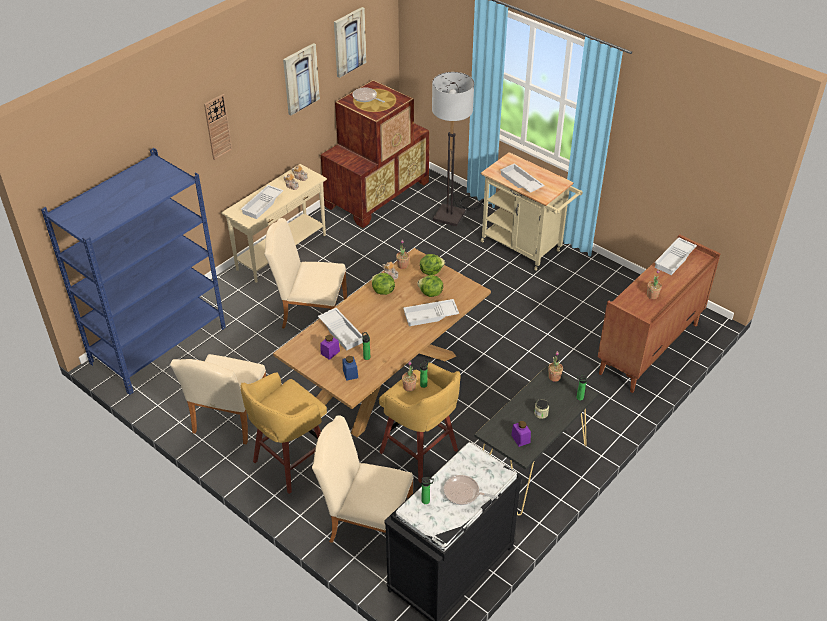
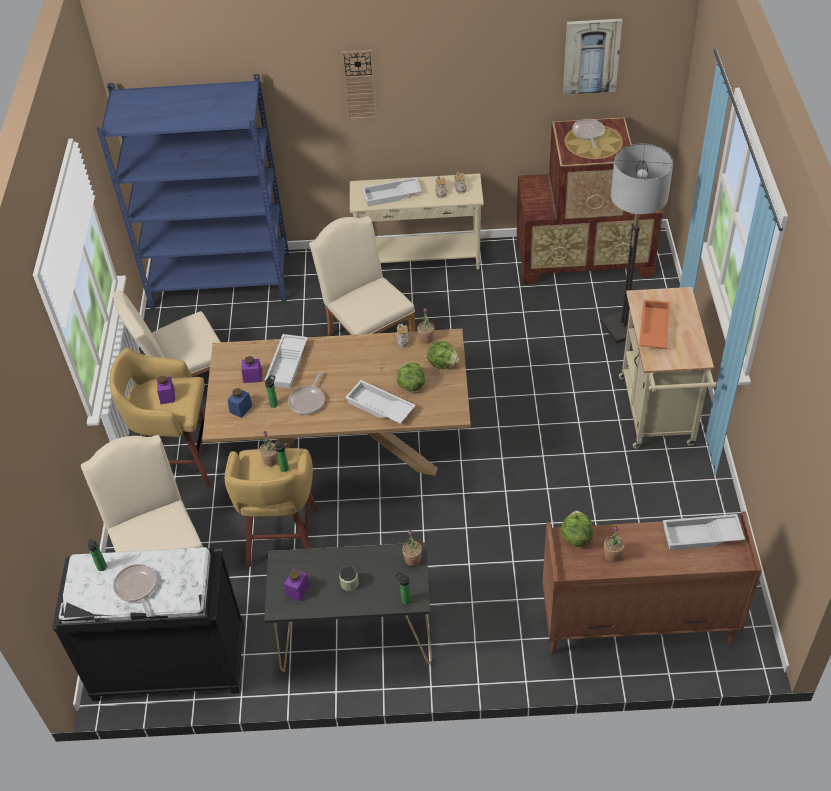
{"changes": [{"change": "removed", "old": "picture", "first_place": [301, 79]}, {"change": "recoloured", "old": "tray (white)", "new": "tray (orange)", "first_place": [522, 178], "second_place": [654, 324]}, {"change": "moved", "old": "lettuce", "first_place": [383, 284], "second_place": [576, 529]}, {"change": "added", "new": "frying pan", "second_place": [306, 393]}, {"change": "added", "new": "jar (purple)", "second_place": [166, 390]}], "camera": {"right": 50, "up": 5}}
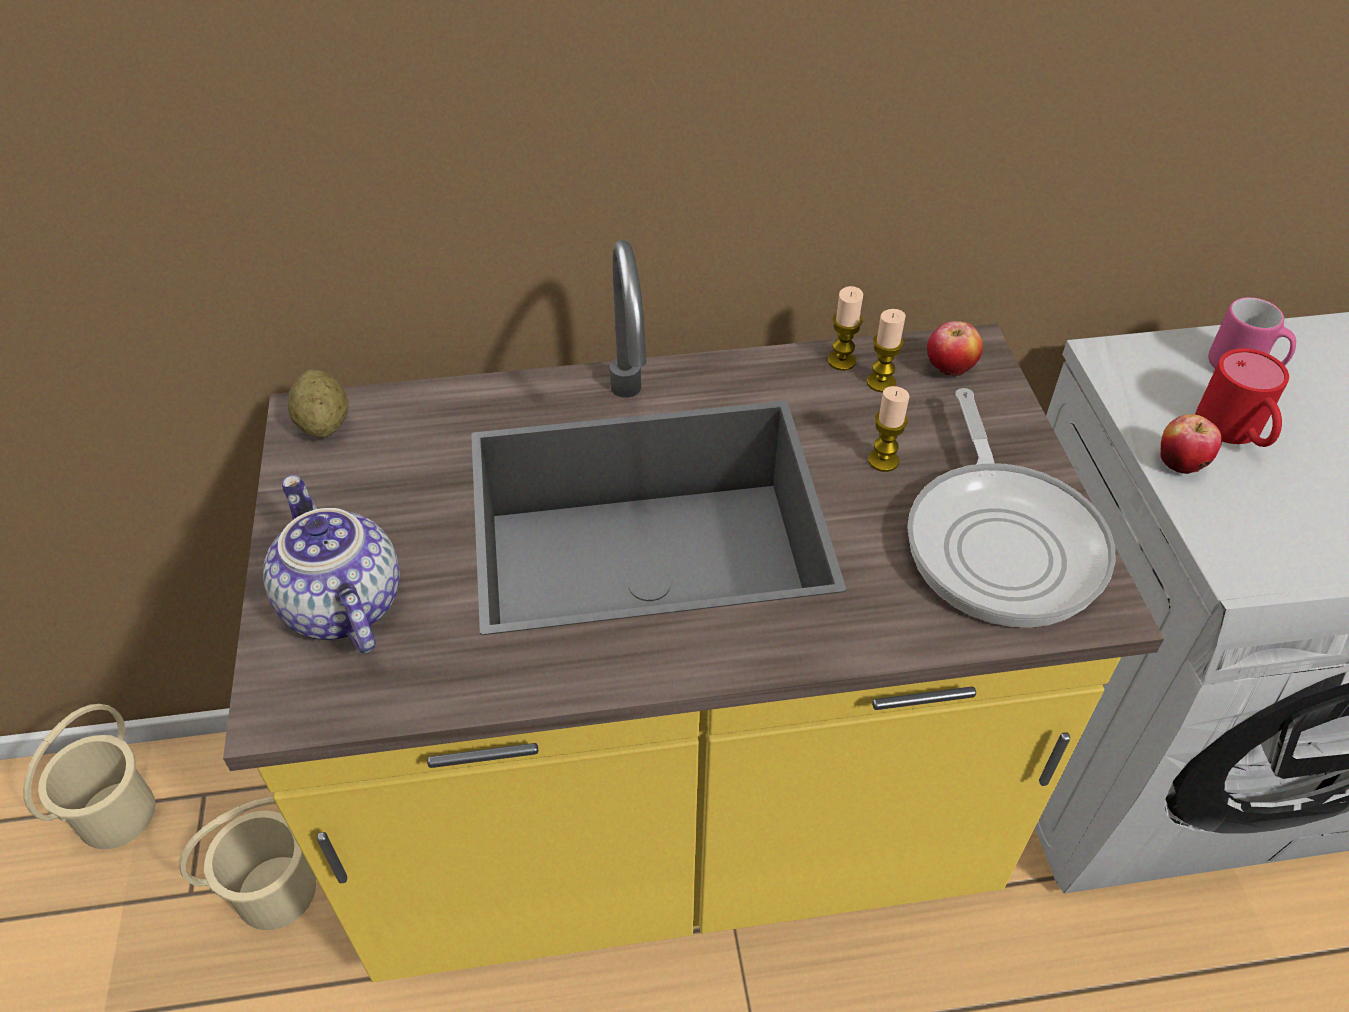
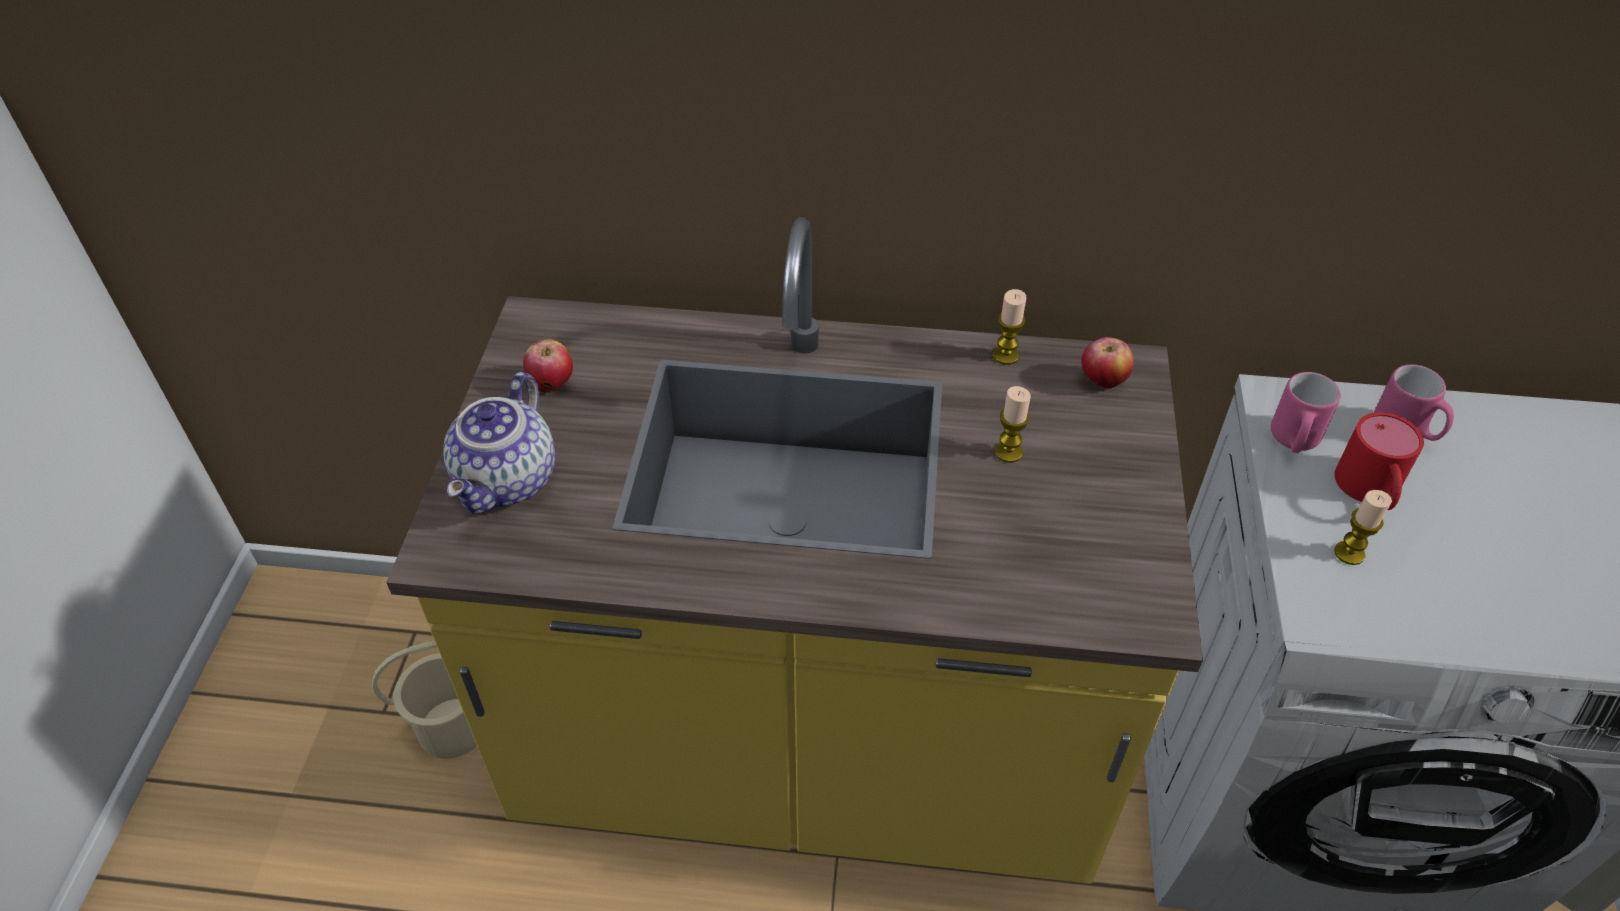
{"changes": [{"change": "moved", "old": "candle", "first_place": [886, 350], "second_place": [1363, 527]}, {"change": "removed", "old": "potato", "first_place": [318, 404]}, {"change": "removed", "old": "frying pan", "first_place": [1011, 507]}, {"change": "moved", "old": "apple", "first_place": [1191, 444], "second_place": [548, 366]}, {"change": "turned", "old": "teapot", "first_place": [331, 564], "second_place": [499, 443], "degrees": -150}, {"change": "removed", "old": "bucket (beige)", "first_place": [89, 776]}, {"change": "added", "new": "mug (pink)", "second_place": [1306, 412]}], "camera": {"right": 15, "up": 0}}
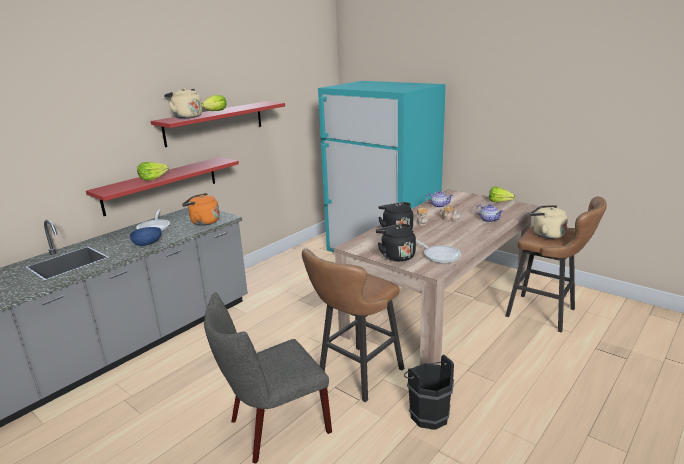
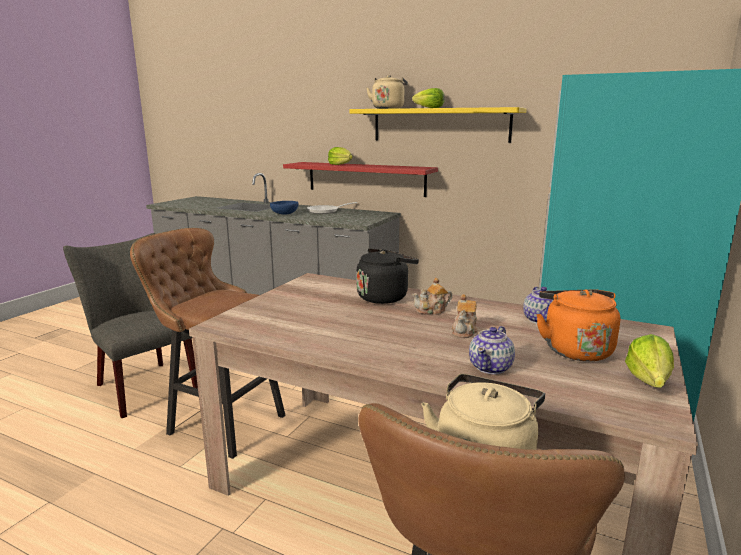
{"changes": [{"change": "recoloured", "old": "shelf (red)", "new": "shelf (yellow)", "first_place": [218, 124], "second_place": [438, 125]}, {"change": "moved", "old": "kettle (orange)", "first_place": [201, 209], "second_place": [578, 325]}, {"change": "removed", "old": "kettle (black)", "first_place": [396, 242]}, {"change": "removed", "old": "frying pan", "first_place": [438, 251]}, {"change": "removed", "old": "bucket (black)", "first_place": [429, 392]}], "camera": {"right": 75, "up": -5}}
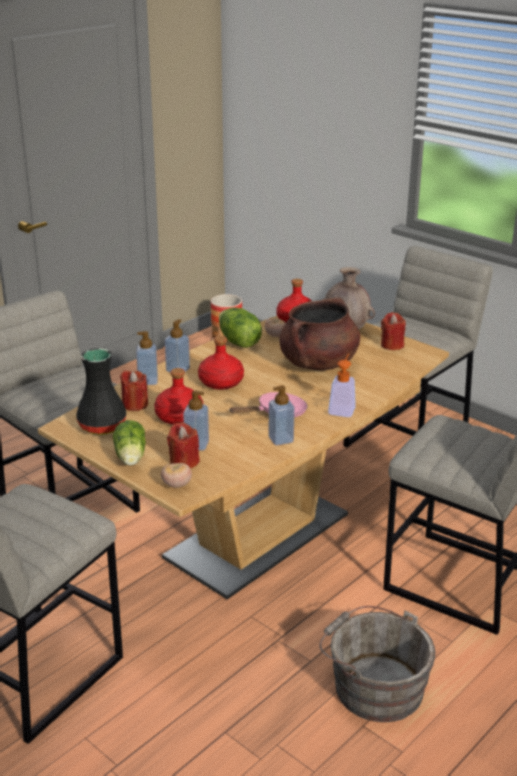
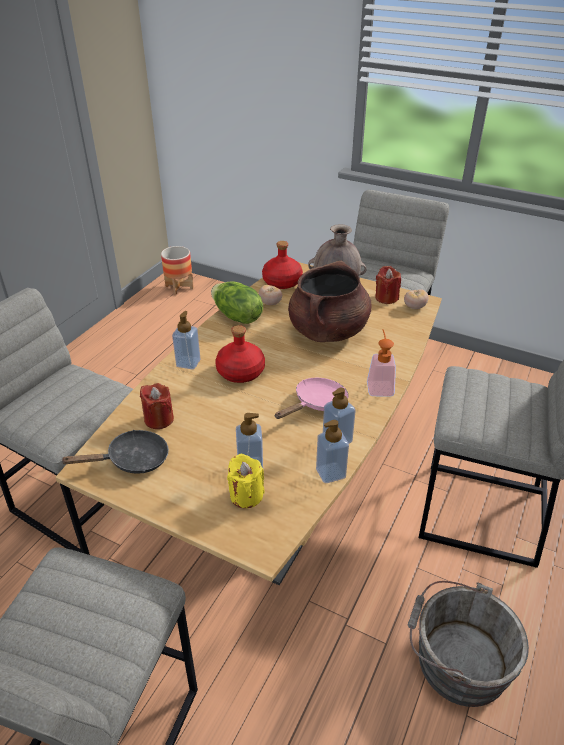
{"changes": [{"change": "moved", "old": "soap dispenser", "first_place": [147, 358], "second_place": [332, 451]}, {"change": "replaced", "old": "vase (black)", "new": "frying pan (black)", "first_place": [101, 391], "second_place": [114, 452]}, {"change": "removed", "old": "bottle (red)", "first_place": [178, 396]}, {"change": "removed", "old": "lettuce", "first_place": [129, 443]}, {"change": "recoloured", "old": "candle (red)", "new": "candle (yellow)", "first_place": [183, 445], "second_place": [245, 481]}, {"change": "moved", "old": "tomato", "first_place": [176, 475], "second_place": [416, 299]}], "camera": {"right": -15, "up": 10}}
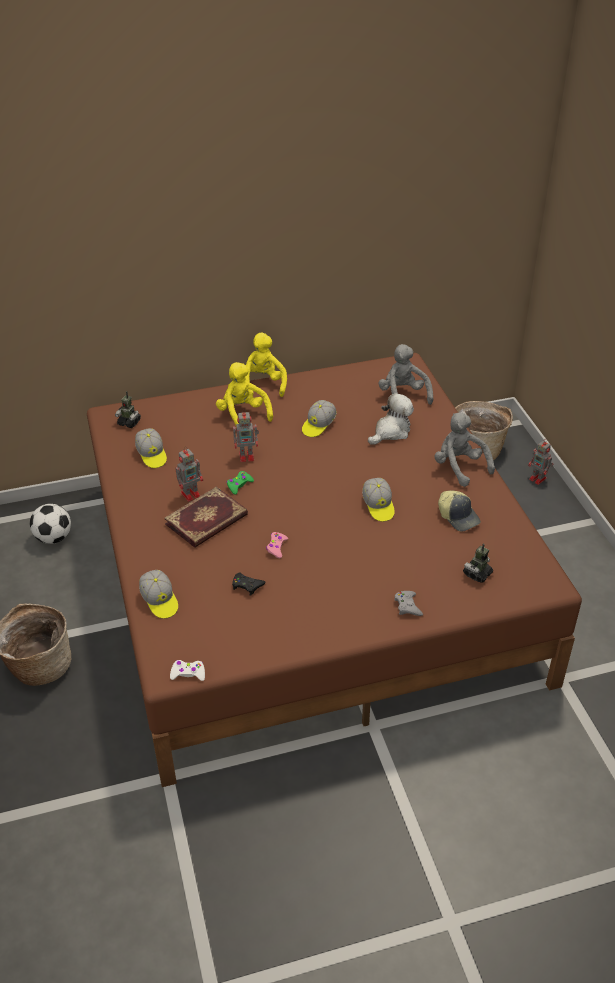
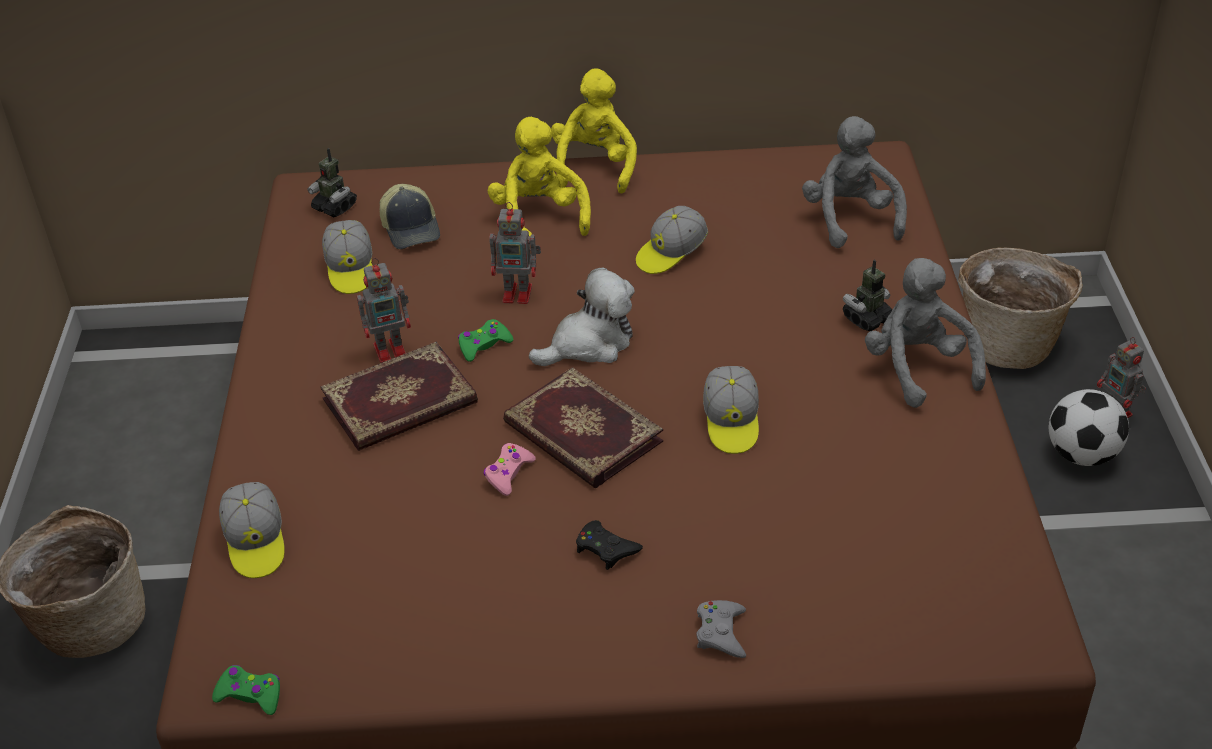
{"changes": [{"change": "moved", "old": "plush toy", "first_place": [391, 419], "second_place": [582, 317]}, {"change": "moved", "old": "cap", "first_place": [459, 511], "second_place": [410, 216]}, {"change": "moved", "old": "football", "first_place": [50, 524], "second_place": [1089, 427]}, {"change": "moved", "old": "toy robot", "first_place": [478, 563], "second_place": [867, 295]}, {"change": "moved", "old": "game controller (black)", "first_place": [249, 584], "second_place": [609, 545]}, {"change": "recoloured", "old": "game controller (white)", "new": "game controller (green)", "first_place": [187, 670], "second_place": [246, 690]}, {"change": "added", "new": "book", "second_place": [583, 427]}], "camera": {"right": 15, "up": 0}}
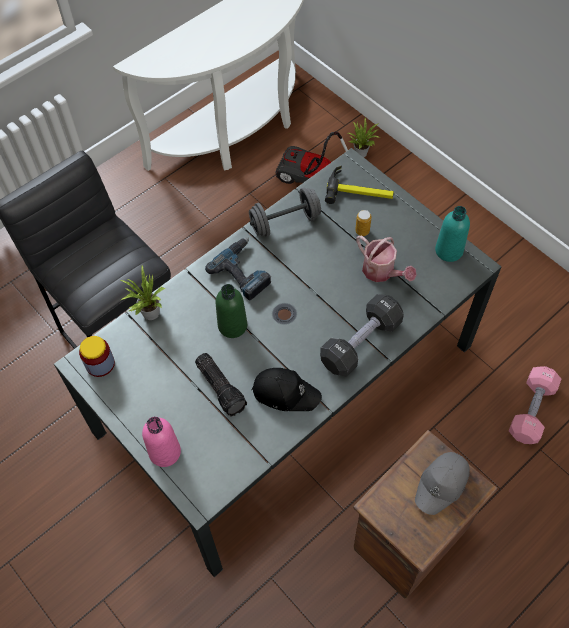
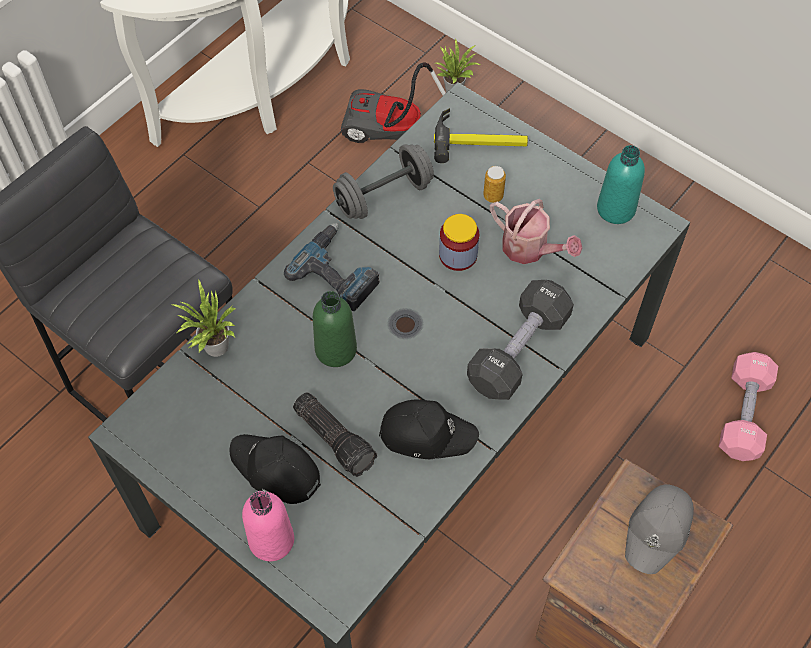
{"changes": [{"change": "moved", "old": "jar", "first_place": [97, 356], "second_place": [459, 242]}, {"change": "added", "new": "cap (black)", "second_place": [275, 469]}], "camera": {"right": -10, "up": 0}}
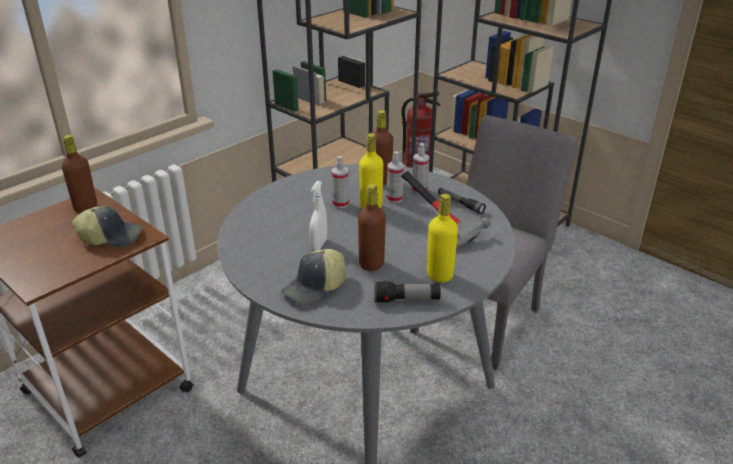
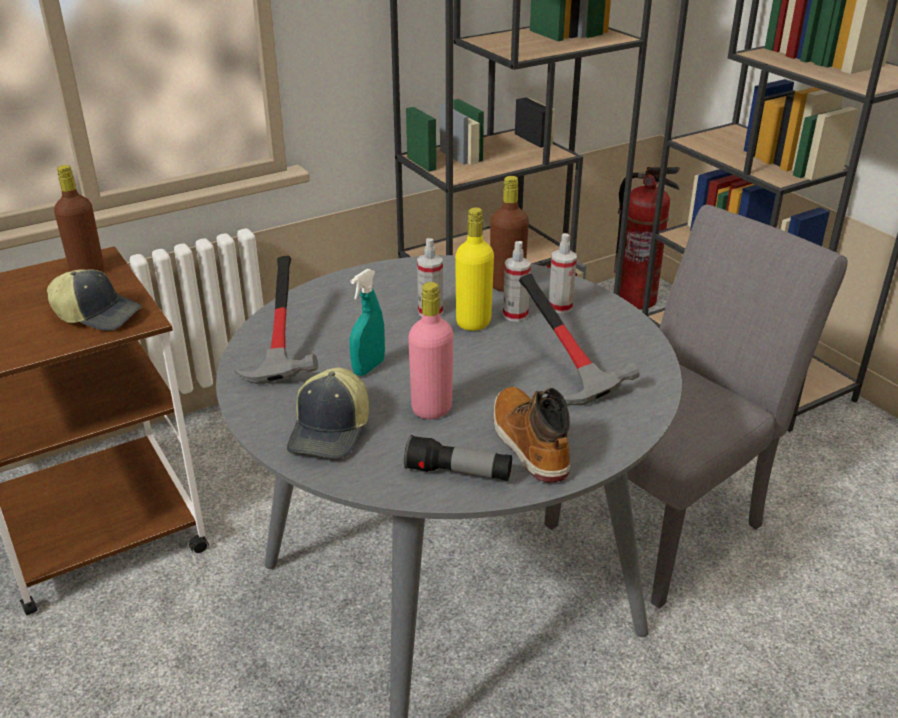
{"changes": [{"change": "recoloured", "old": "spray bottle (white)", "new": "spray bottle (turquoise)", "first_place": [318, 215], "second_place": [367, 322]}, {"change": "recoloured", "old": "bottle (brown)", "new": "bottle (pink)", "first_place": [372, 227], "second_place": [430, 350]}, {"change": "removed", "old": "flashlight", "first_place": [462, 201]}, {"change": "replaced", "old": "bottle (yellow)", "new": "boot", "first_place": [442, 238], "second_place": [531, 435]}, {"change": "turned", "old": "cap", "first_place": [313, 277], "second_place": [328, 413], "degrees": -45}, {"change": "added", "new": "hammer", "second_place": [276, 319]}], "camera": {"right": 15, "up": 0}}
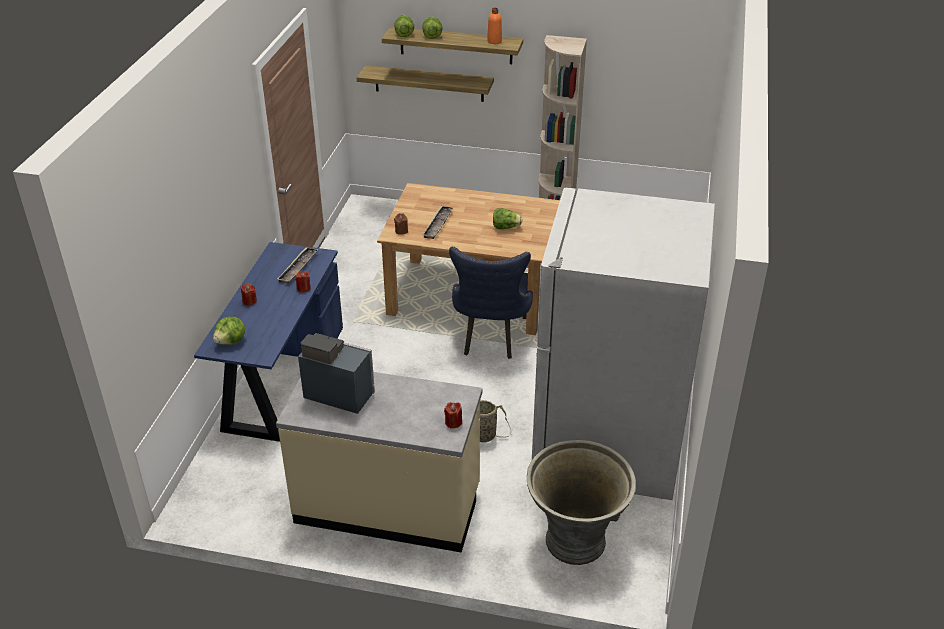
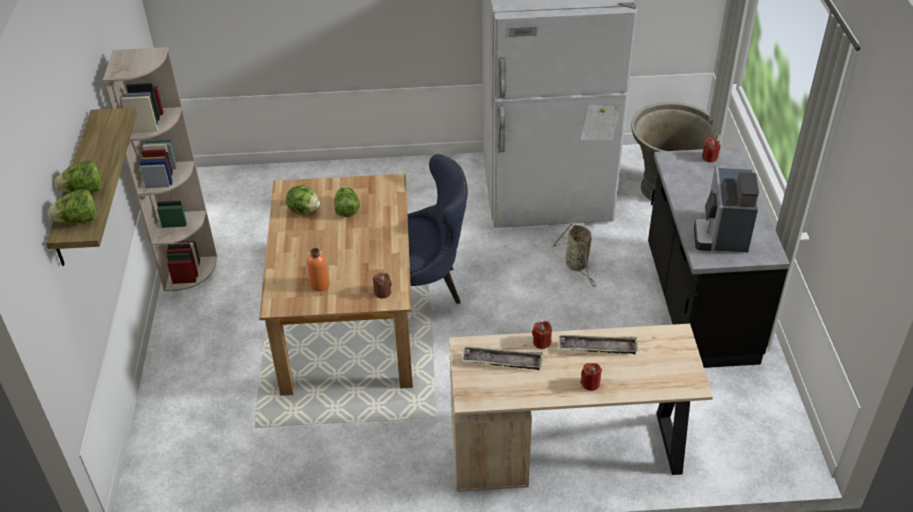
{"changes": [{"change": "moved", "old": "bottle (orange)", "first_place": [494, 26], "second_place": [318, 270]}, {"change": "removed", "old": "shelf", "first_place": [425, 83]}, {"change": "moved", "old": "tray", "first_place": [437, 222], "second_place": [598, 344]}, {"change": "recoloured", "old": "desk (blue)", "new": "desk (beige)", "first_place": [268, 342], "second_place": [581, 408]}, {"change": "moved", "old": "lettuce", "first_place": [229, 330], "second_place": [303, 200]}, {"change": "recoloured", "old": "counter (beige)", "new": "counter (black)", "first_place": [379, 462], "second_place": [719, 257]}], "camera": {"right": -105, "up": 5}}
